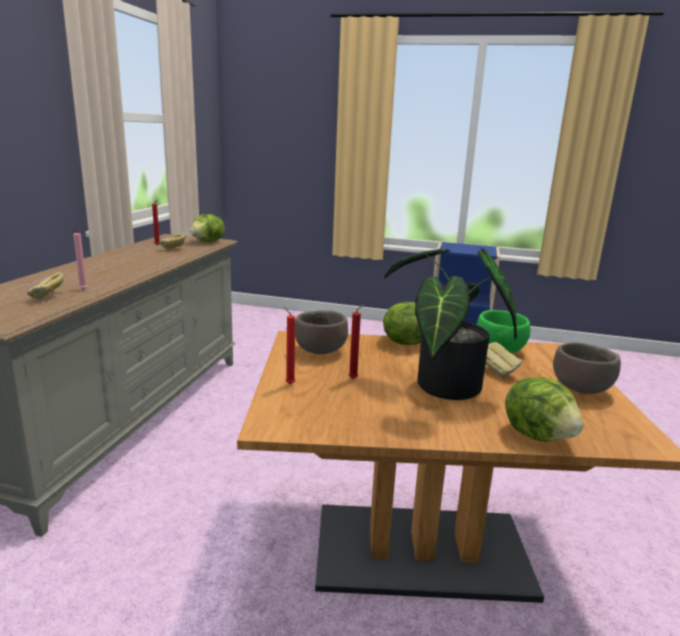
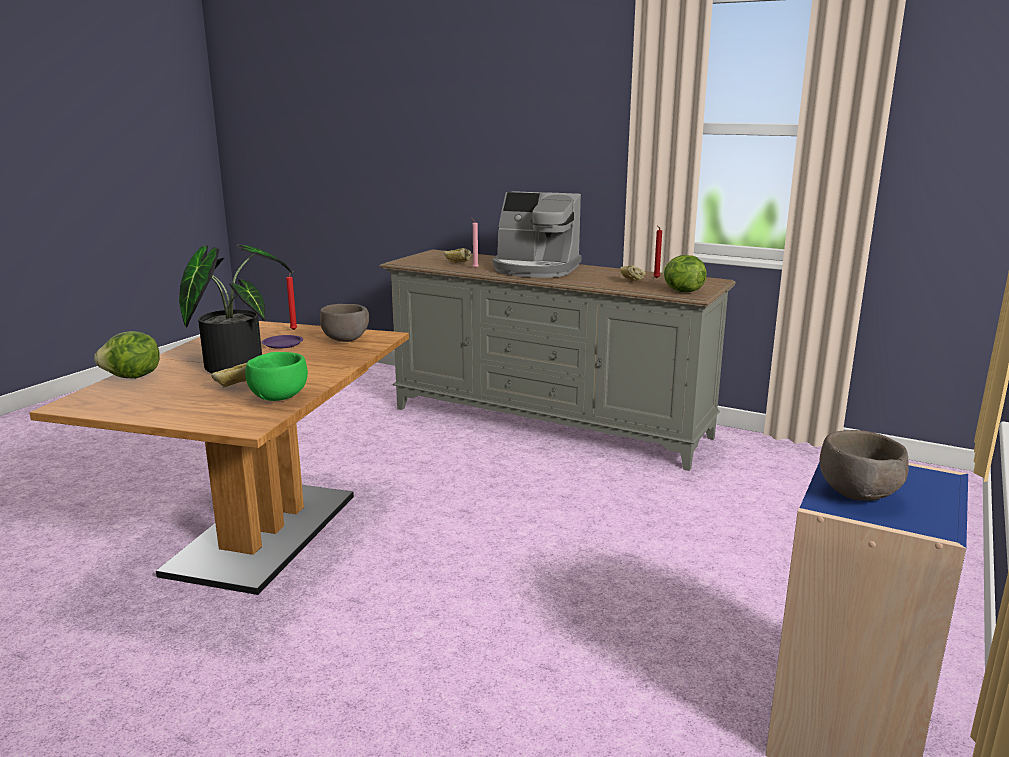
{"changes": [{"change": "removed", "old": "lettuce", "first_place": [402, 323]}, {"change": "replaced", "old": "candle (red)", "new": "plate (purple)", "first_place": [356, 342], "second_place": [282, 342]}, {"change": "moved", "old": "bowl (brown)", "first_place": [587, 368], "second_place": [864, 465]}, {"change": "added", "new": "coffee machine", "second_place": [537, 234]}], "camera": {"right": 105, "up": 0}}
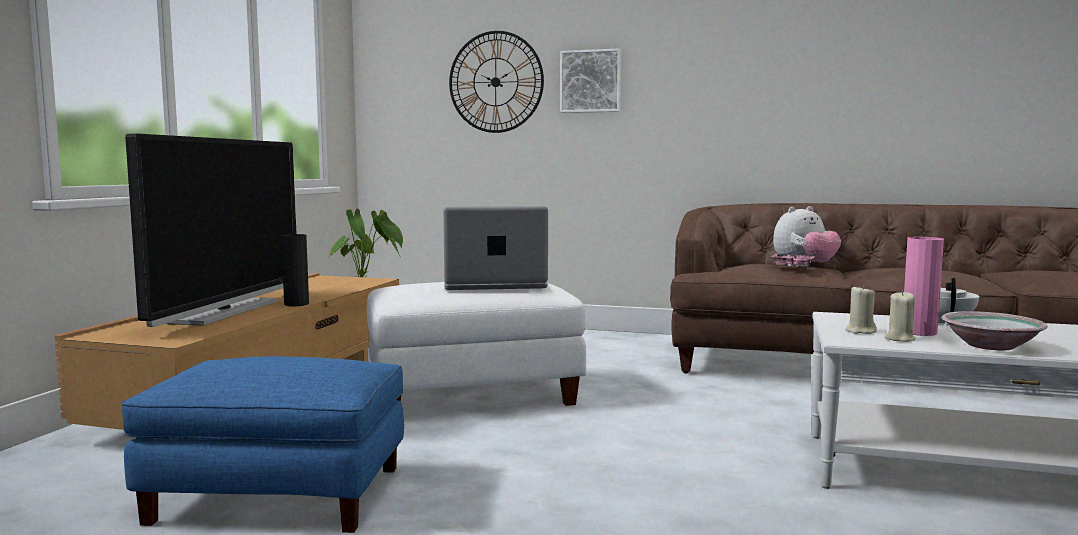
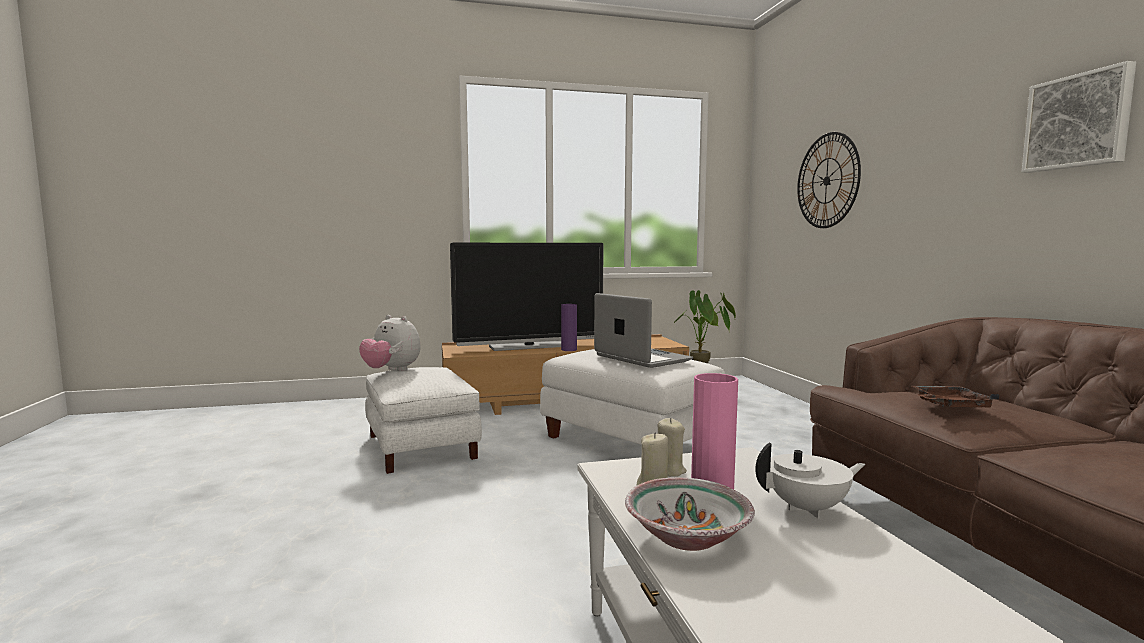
{"changes": [{"change": "moved", "old": "picture", "first_place": [590, 80], "second_place": [1078, 117]}, {"change": "moved", "old": "plush toy", "first_place": [807, 236], "second_place": [390, 343]}, {"change": "recoloured", "old": "vase (black)", "new": "vase (purple)", "first_place": [295, 270], "second_place": [569, 327]}, {"change": "recoloured", "old": "tray (pink)", "new": "tray (brown)", "first_place": [793, 259], "second_place": [956, 397]}, {"change": "recoloured", "old": "ottoman (blue)", "new": "ottoman (white)", "first_place": [262, 444], "second_place": [423, 420]}], "camera": {"right": 60, "up": 0}}
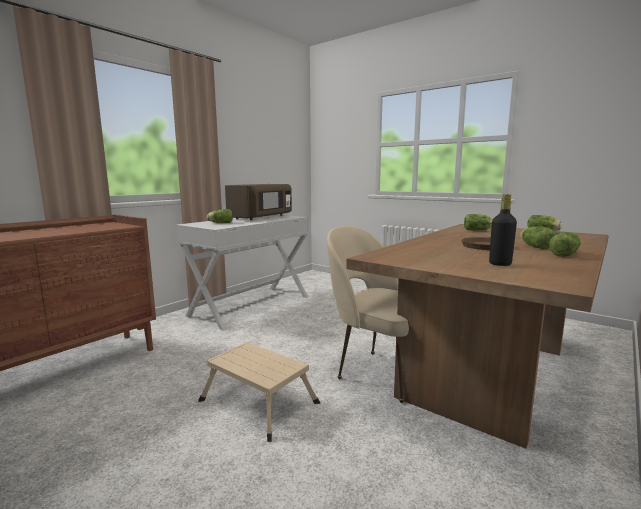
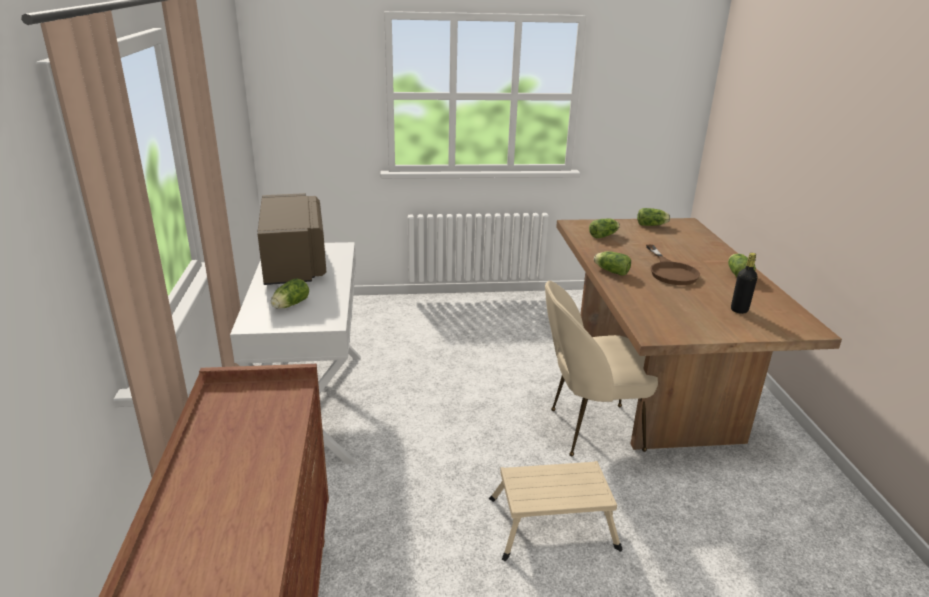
{"changes": [{"change": "moved", "old": "lettuce", "first_place": [538, 237], "second_place": [612, 263]}], "camera": {"right": -45, "up": 15}}
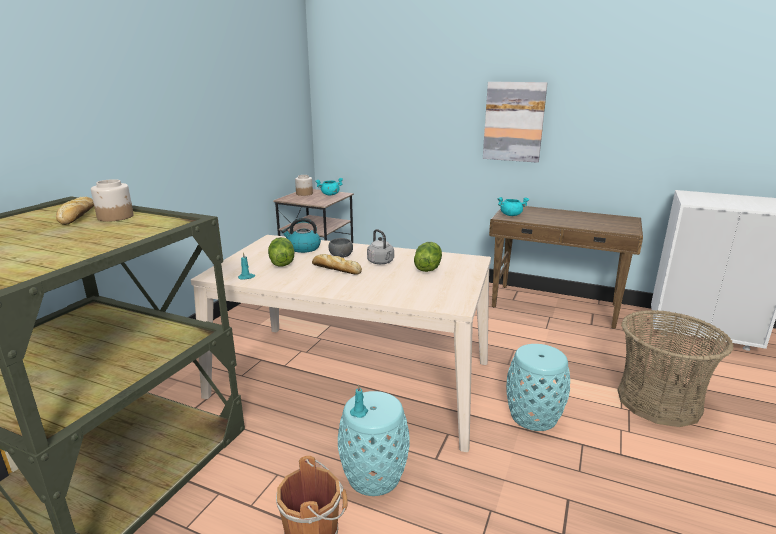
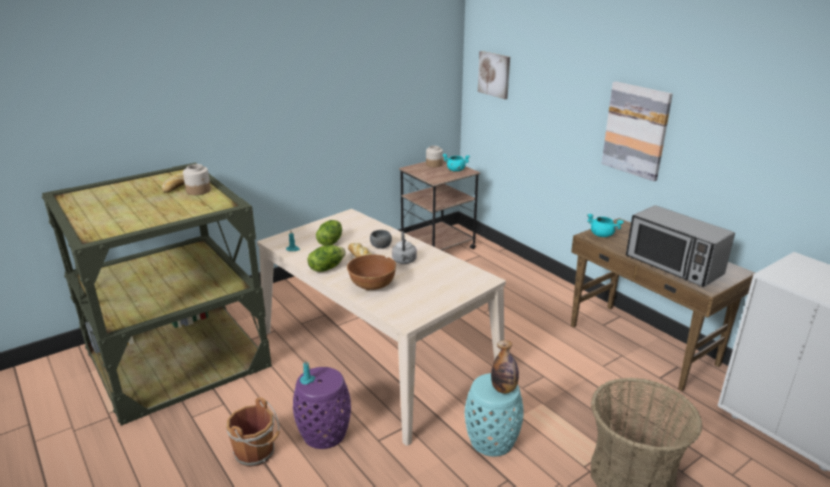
{"changes": [{"change": "removed", "old": "kettle", "first_place": [301, 235]}, {"change": "moved", "old": "lettuce", "first_place": [428, 257], "second_place": [326, 258]}, {"change": "recoloured", "old": "stool (turquoise)", "new": "stool (purple)", "first_place": [374, 443], "second_place": [322, 408]}, {"change": "added", "new": "picture", "second_place": [494, 75]}, {"change": "added", "new": "microwave", "second_place": [680, 246]}, {"change": "added", "new": "bowl (brown)", "second_place": [371, 272]}, {"change": "added", "new": "bottle", "second_place": [505, 367]}], "camera": {"right": 30, "up": 5}}
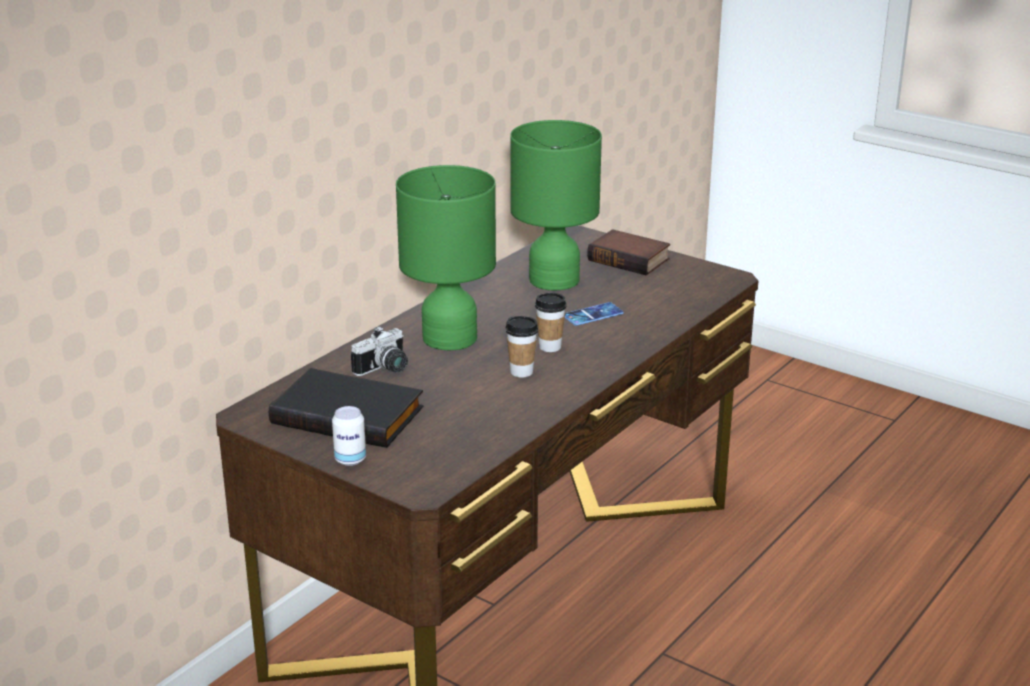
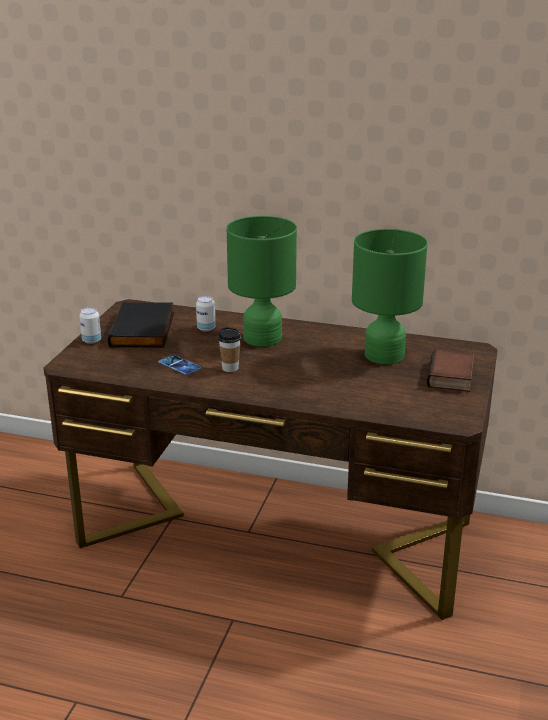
{"changes": [{"change": "removed", "old": "cup", "first_place": [550, 322]}, {"change": "moved", "old": "phone", "first_place": [594, 314], "second_place": [179, 365]}, {"change": "replaced", "old": "photo camera", "new": "can", "first_place": [379, 351], "second_place": [206, 314]}], "camera": {"right": 70, "up": 0}}
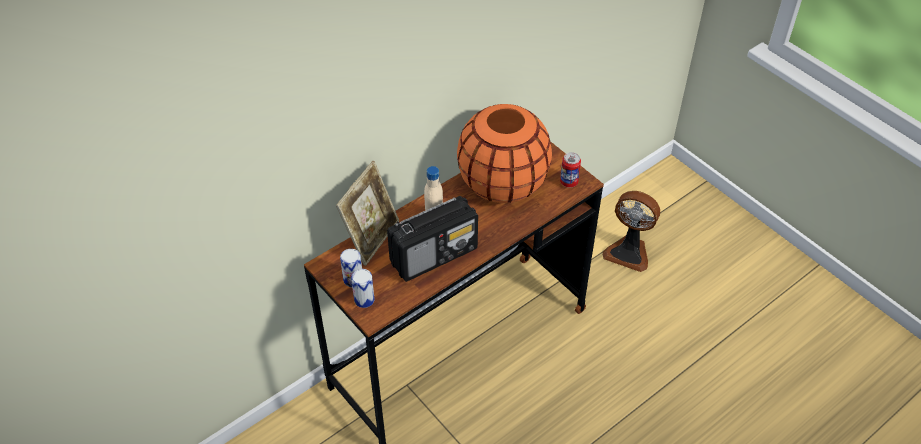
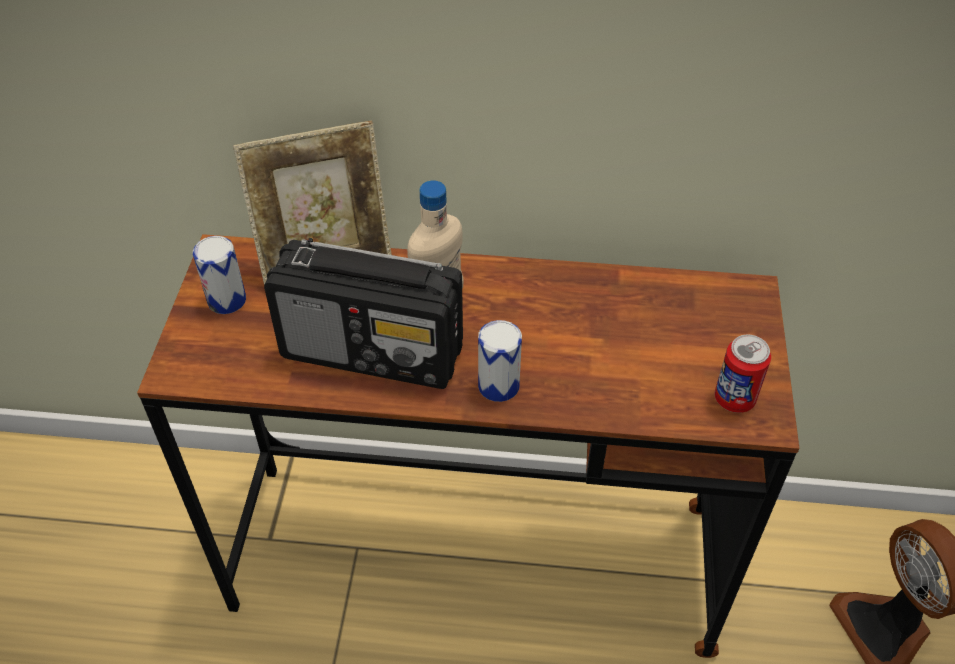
{"changes": [{"change": "removed", "old": "vase (orange)", "first_place": [504, 153]}, {"change": "moved", "old": "can", "first_place": [363, 288], "second_place": [500, 361]}], "camera": {"right": 45, "up": 0}}
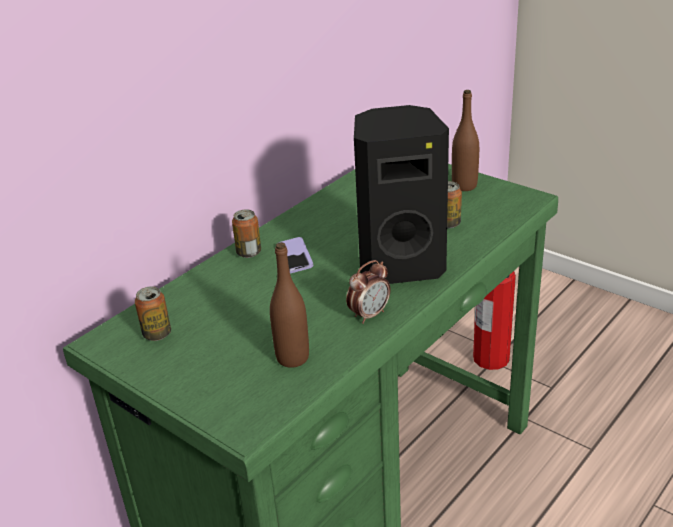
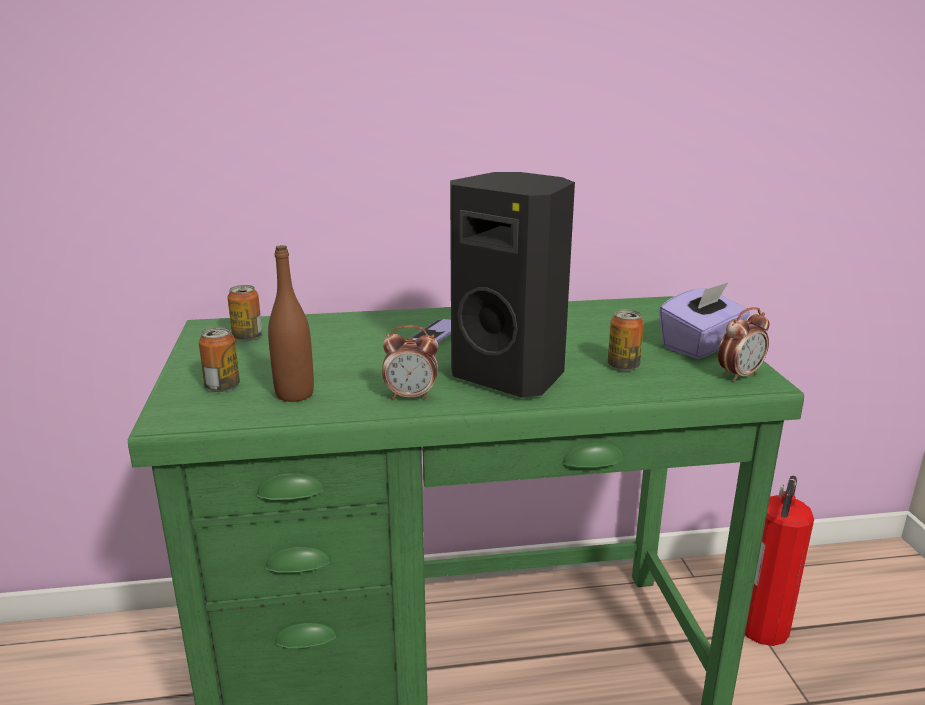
{"changes": [{"change": "replaced", "old": "bottle (brown)", "new": "tissue box (purple)", "first_place": [465, 140], "second_place": [704, 320]}, {"change": "moved", "old": "can", "first_place": [246, 233], "second_place": [219, 359]}, {"change": "added", "new": "alarm clock", "second_place": [744, 344]}], "camera": {"right": 40, "up": -10}}
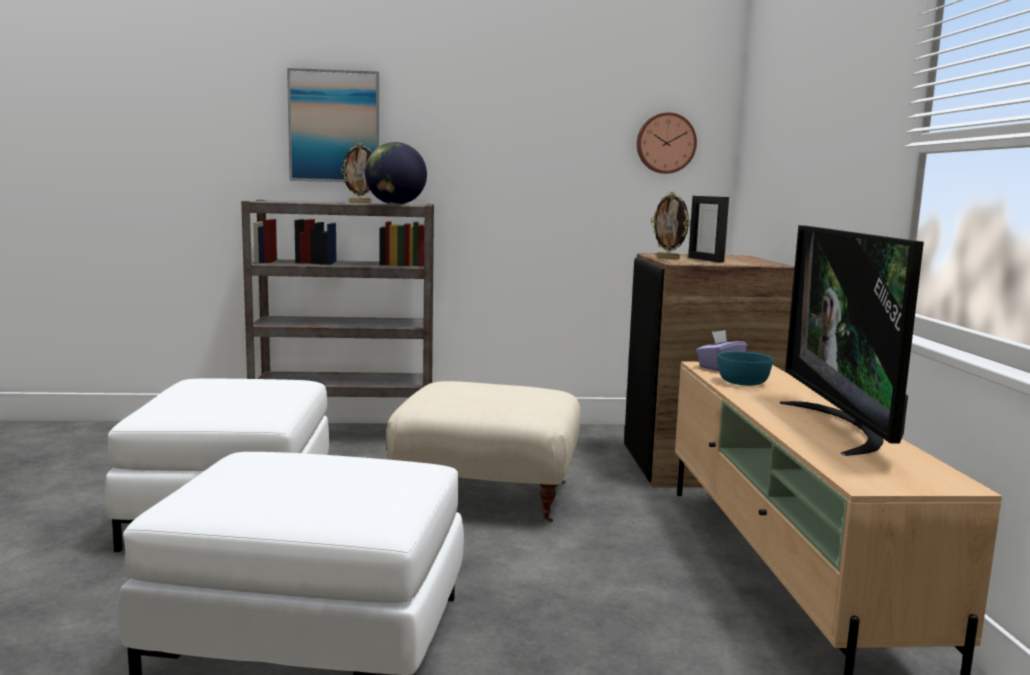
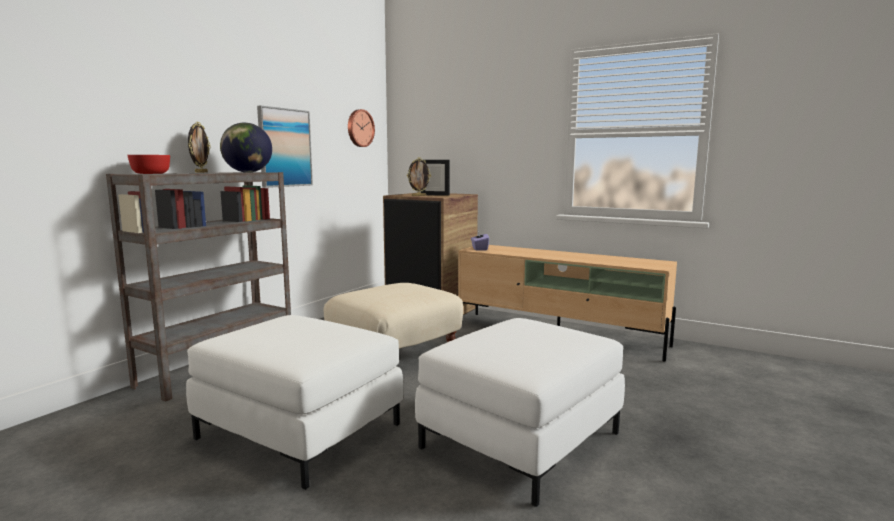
{"changes": [{"change": "moved", "old": "picture", "first_place": [333, 125], "second_place": [285, 147]}, {"change": "removed", "old": "television", "first_place": [852, 340]}, {"change": "removed", "old": "bowl (turquoise)", "first_place": [745, 368]}, {"change": "added", "new": "bowl (red)", "second_place": [149, 164]}], "camera": {"right": -55, "up": 0}}
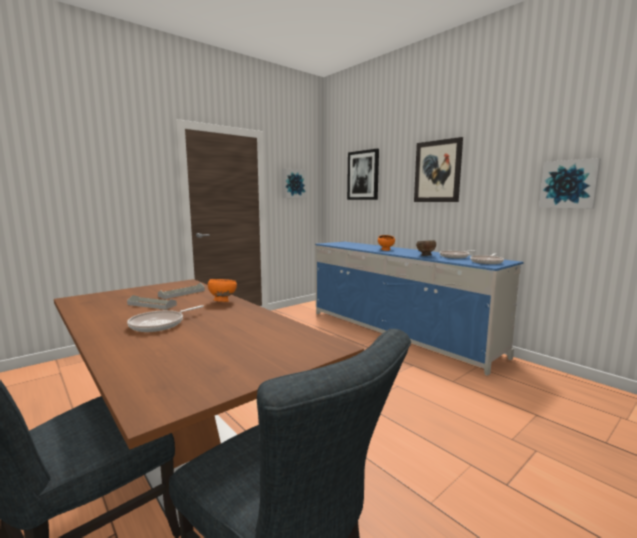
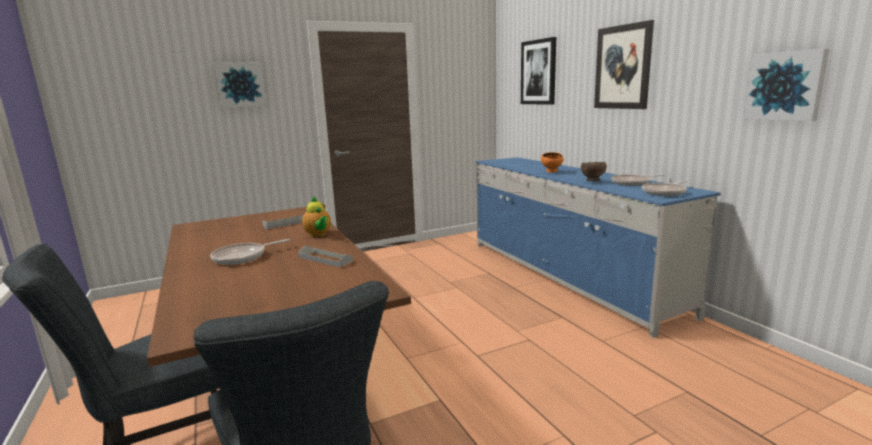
{"changes": [{"change": "moved", "old": "picture", "first_place": [294, 183], "second_place": [240, 85]}, {"change": "replaced", "old": "bowl (orange)", "new": "teapot", "first_place": [222, 290], "second_place": [316, 216]}, {"change": "moved", "old": "tray (grey)", "first_place": [152, 302], "second_place": [325, 256]}], "camera": {"right": 15, "up": 5}}
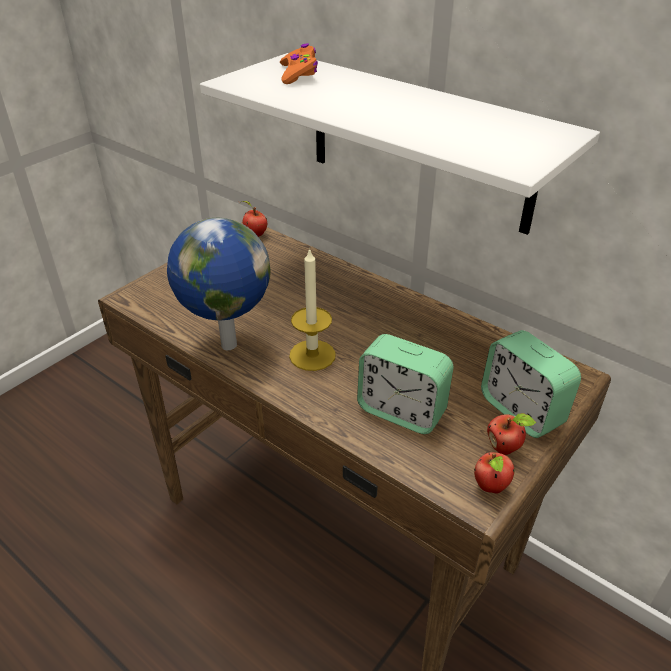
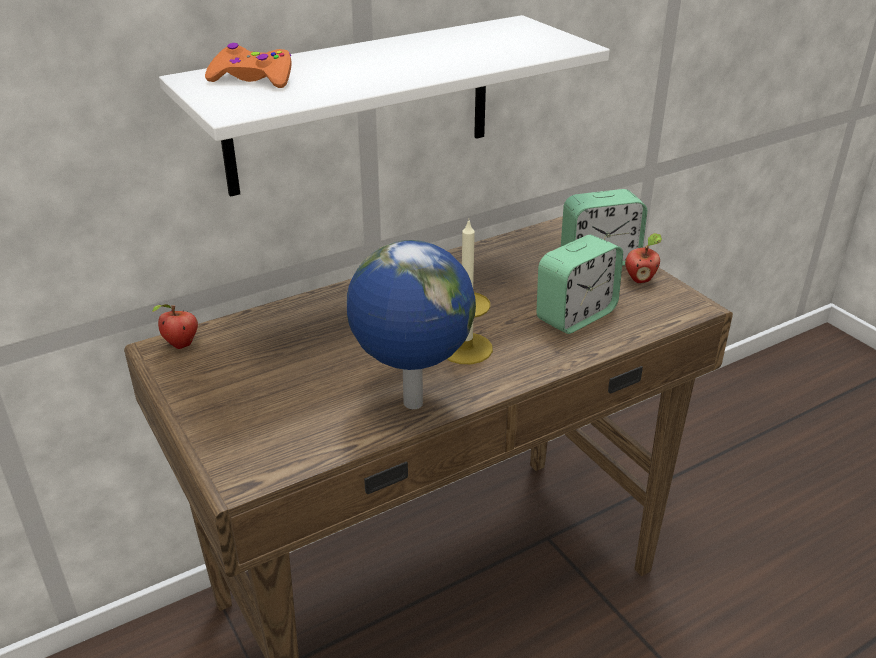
{"changes": [{"change": "removed", "old": "apple", "first_place": [494, 473]}], "camera": {"right": -70, "up": -5}}
